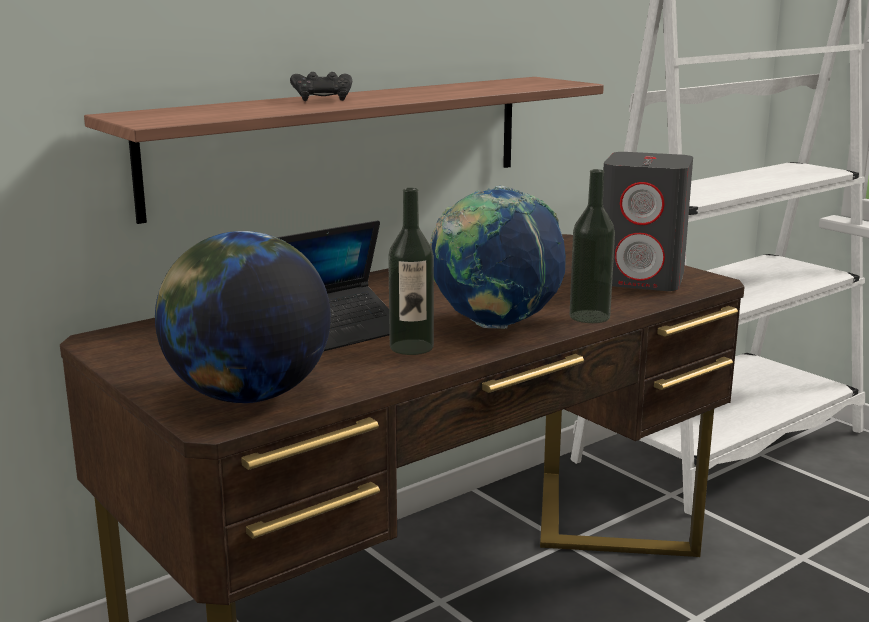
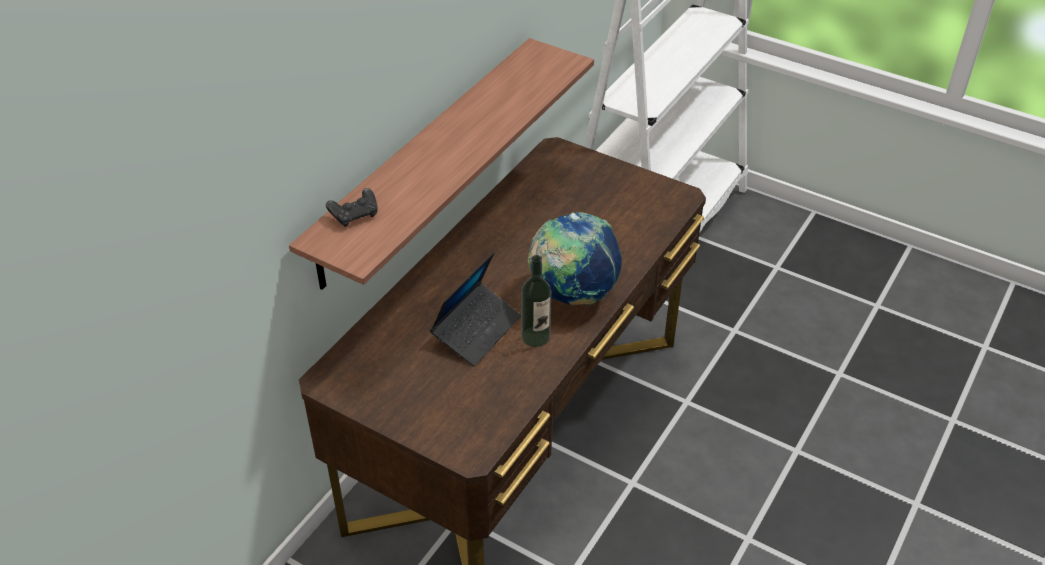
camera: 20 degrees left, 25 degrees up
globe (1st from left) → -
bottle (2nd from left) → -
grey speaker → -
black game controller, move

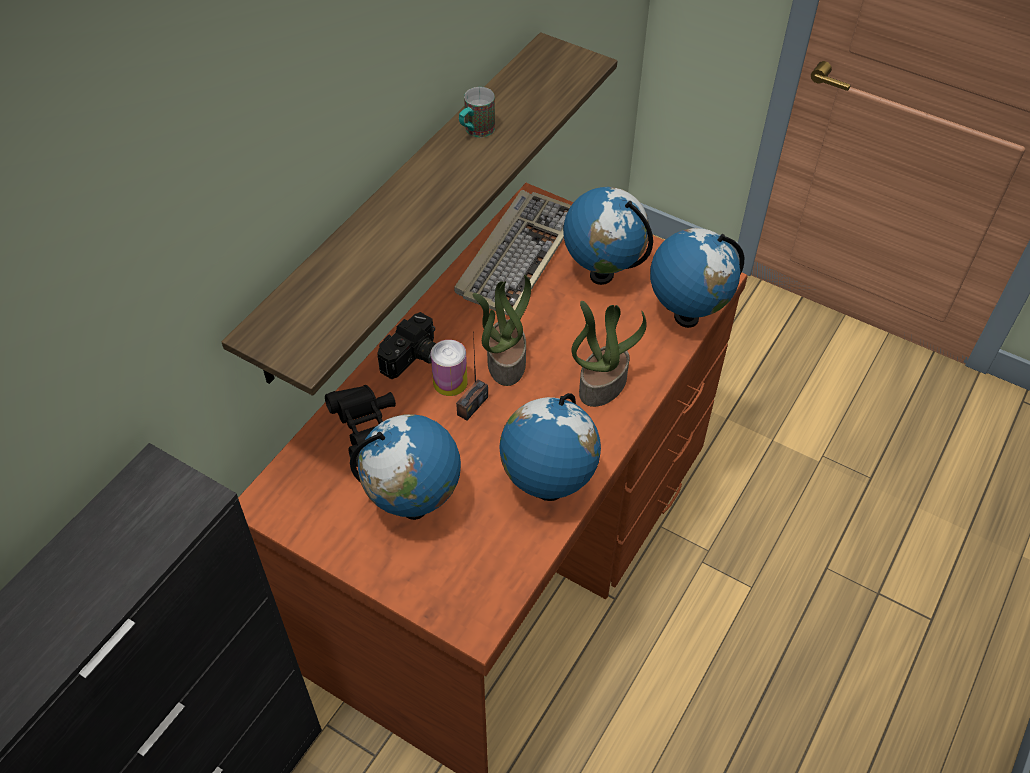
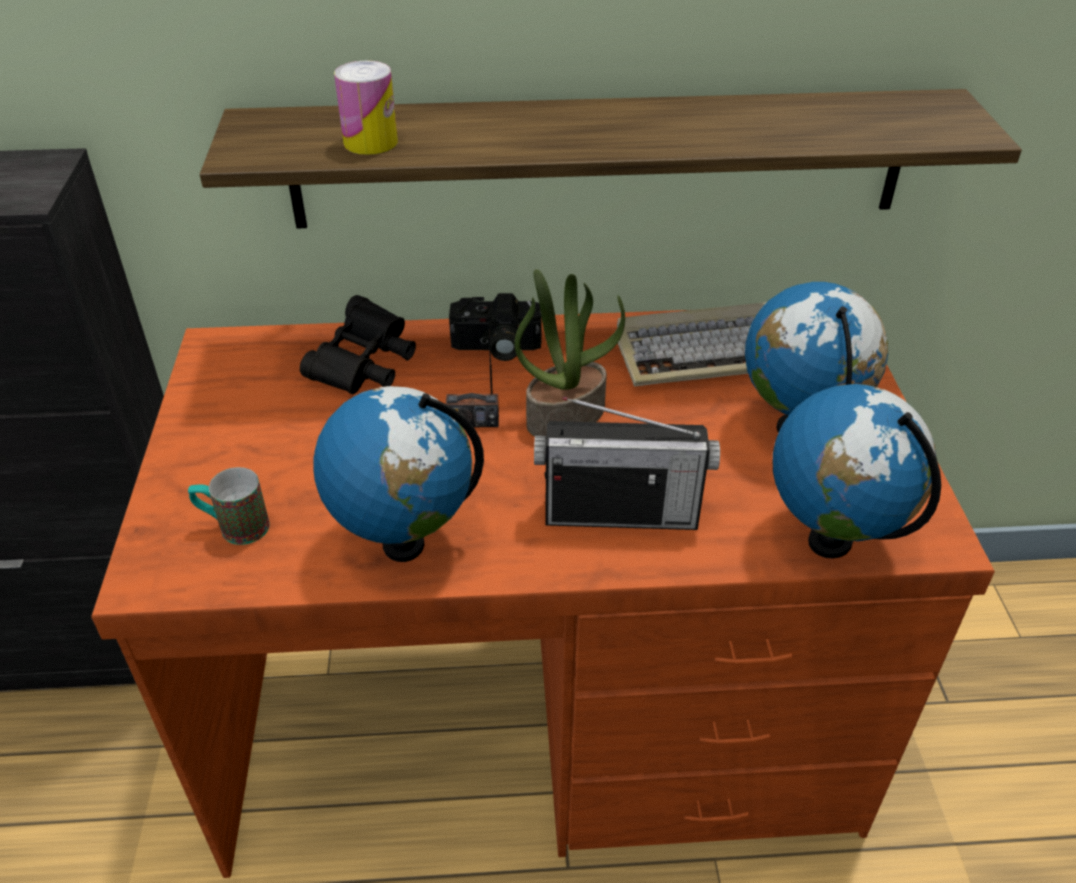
camera: 55 degrees right, 10 degrees down
globe (1st from left) → -
can, move
mug, move
potted plant (2nd from left) → radio (2nd from left)

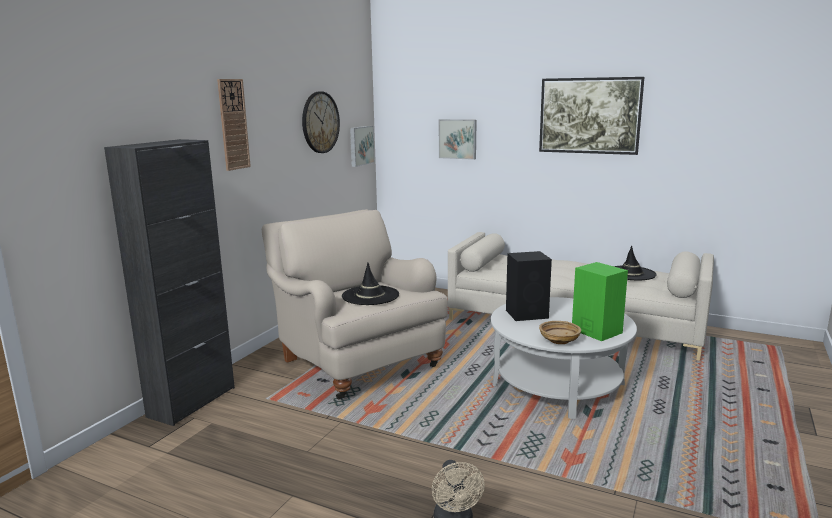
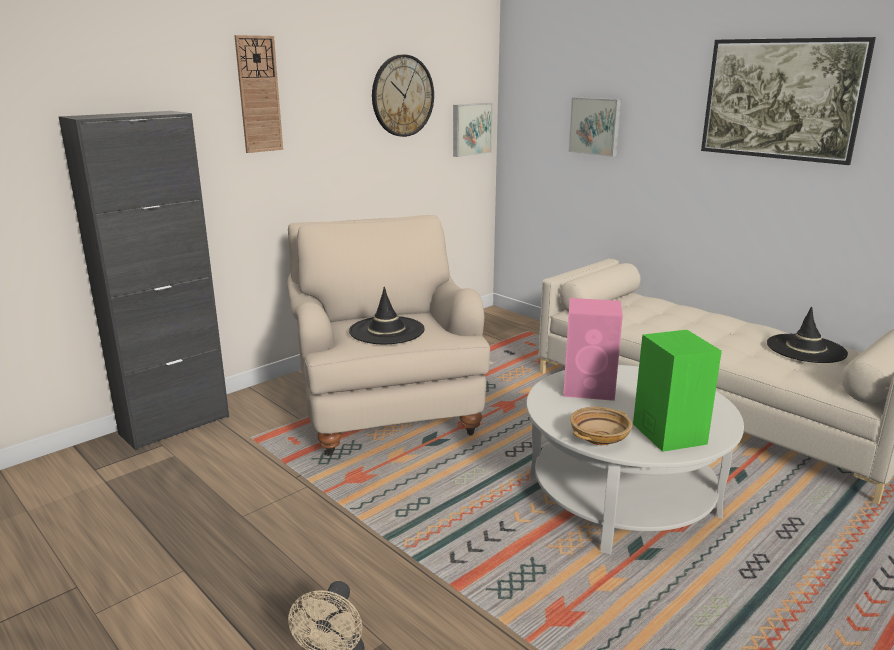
camera: 20 degrees right, 5 degrees up
black speaker → pink speaker

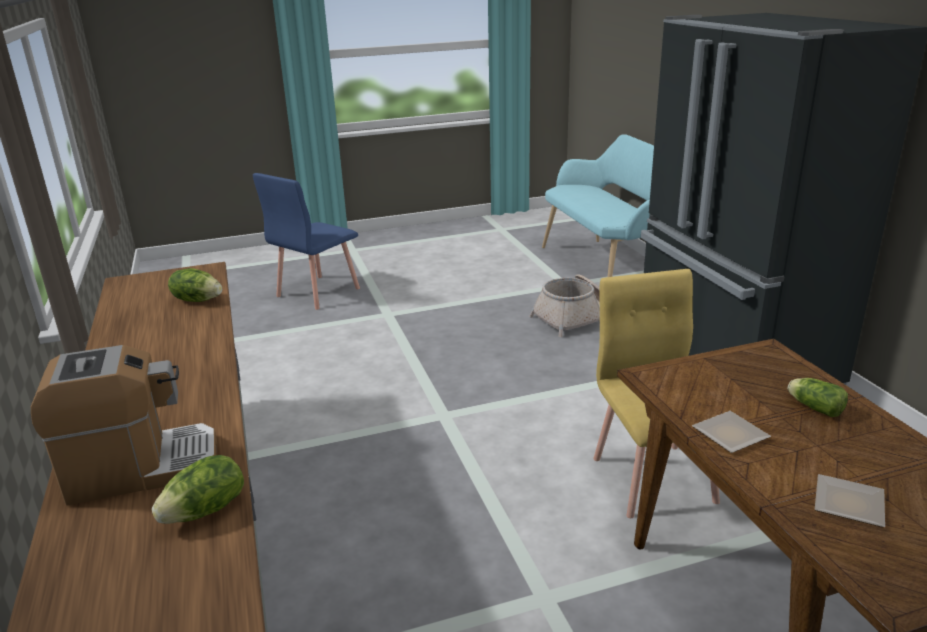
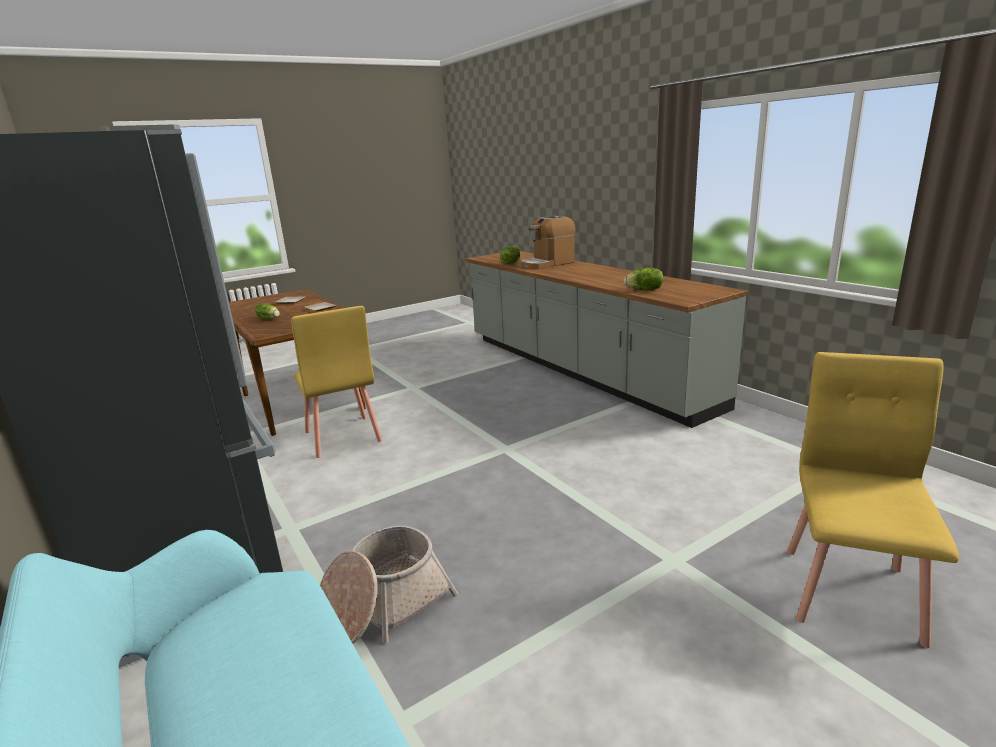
camera: 165 degrees right, 5 degrees down
blue chair → yellow chair (2nd from left)

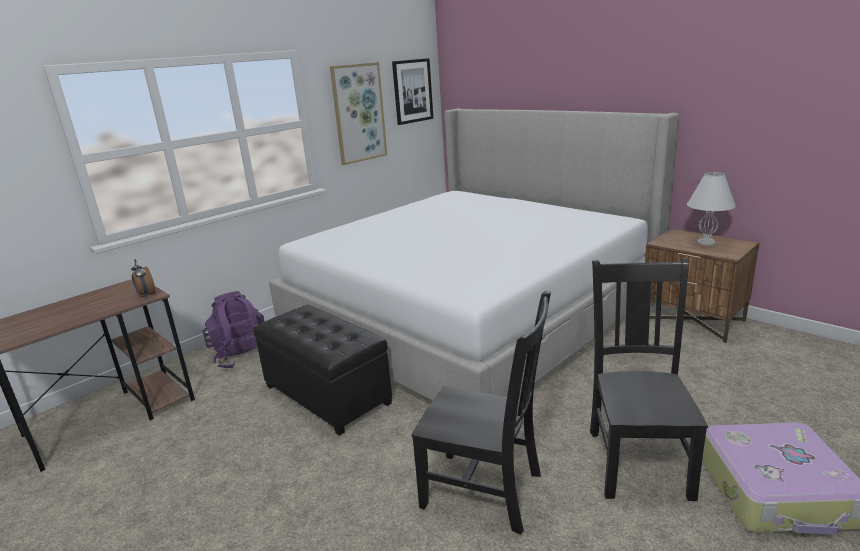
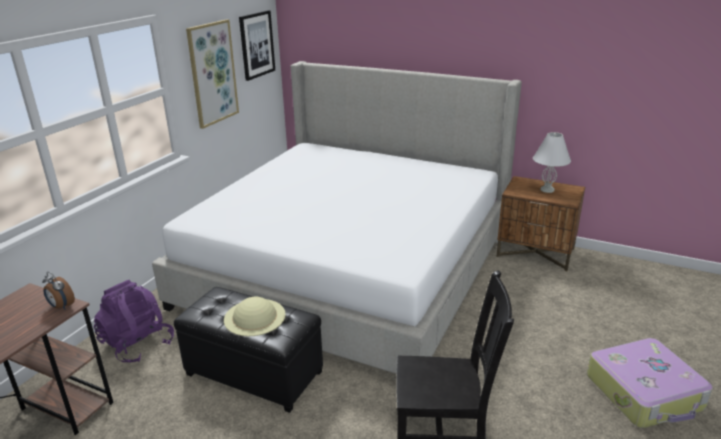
camera: 20 degrees left, 5 degrees up
black chair (2nd from left) → -
- → beige hat

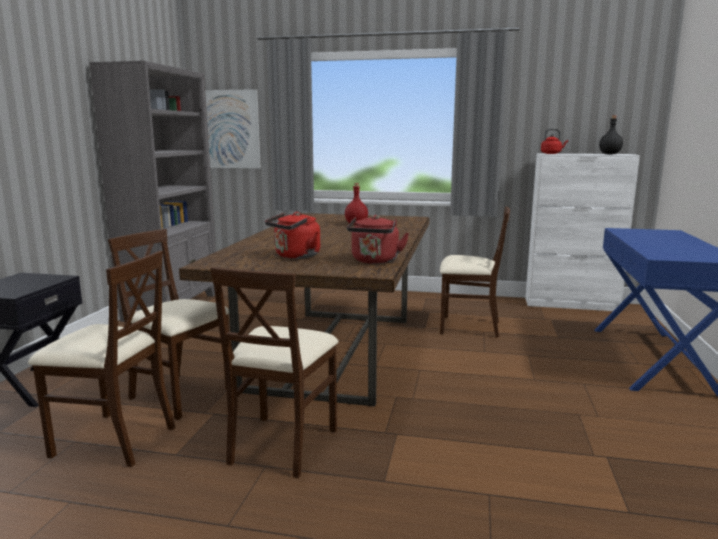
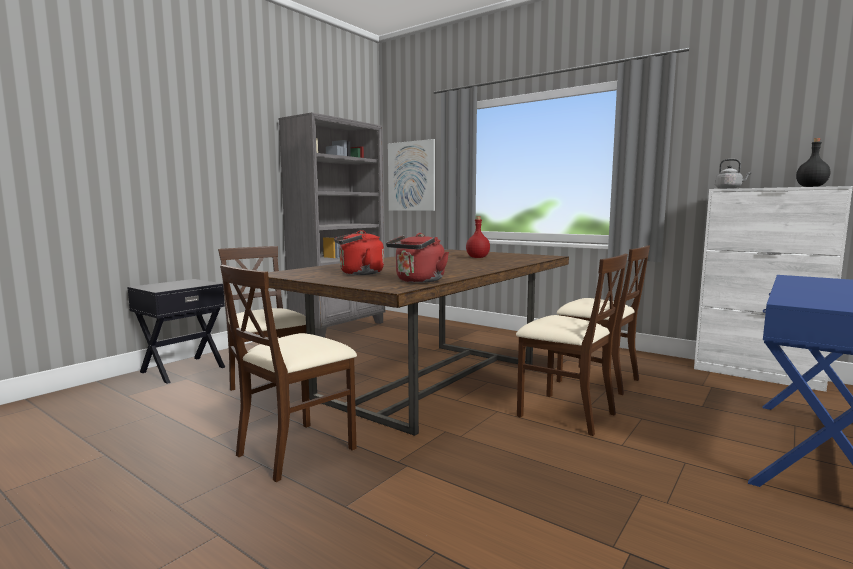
camera: 25 degrees right, 5 degrees down
beige chair (1st from left in the first image) → beige chair (3rd from left), move
red kettle (3rd from left) → grey kettle

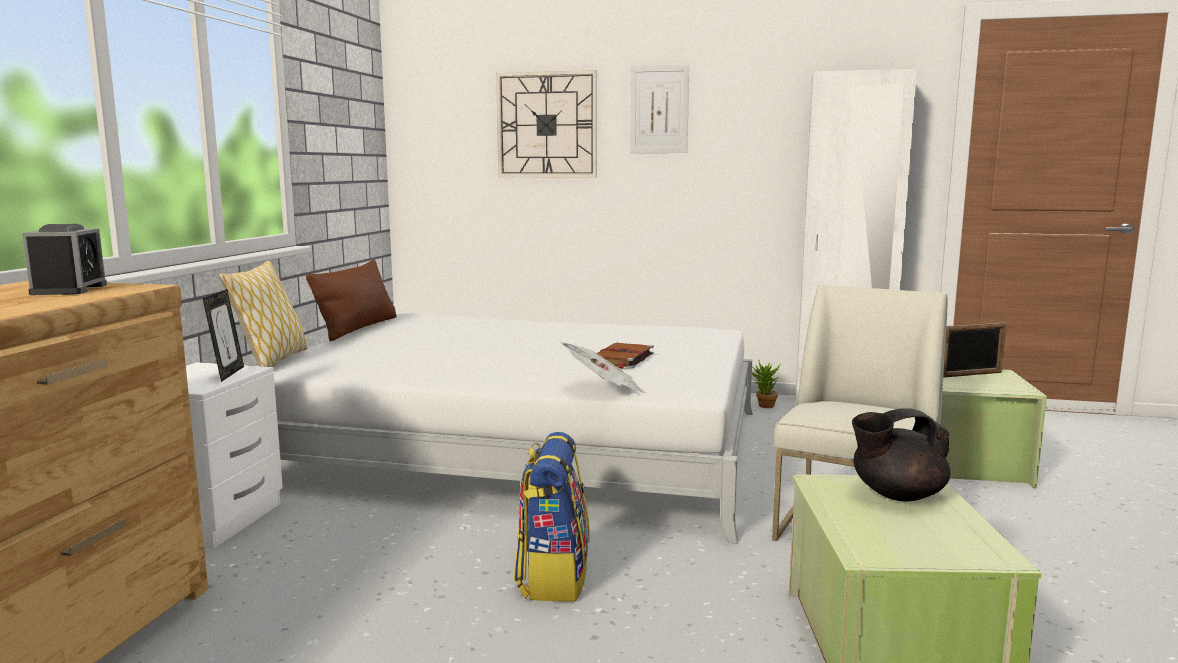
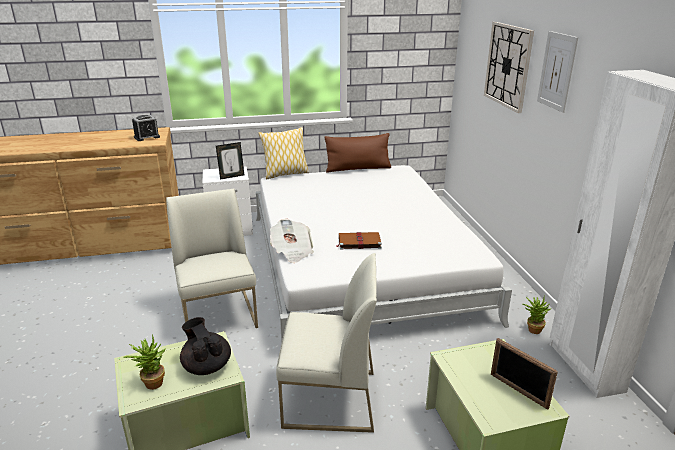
camera: 65 degrees right, 15 degrees up
- → potted plant (1st from left)
backpack → white chair (1st from left)

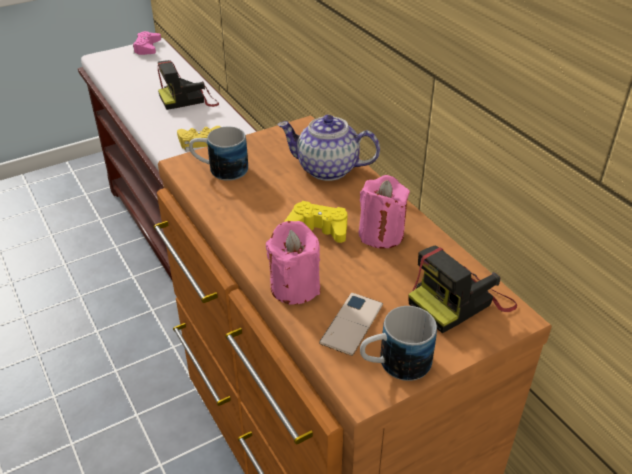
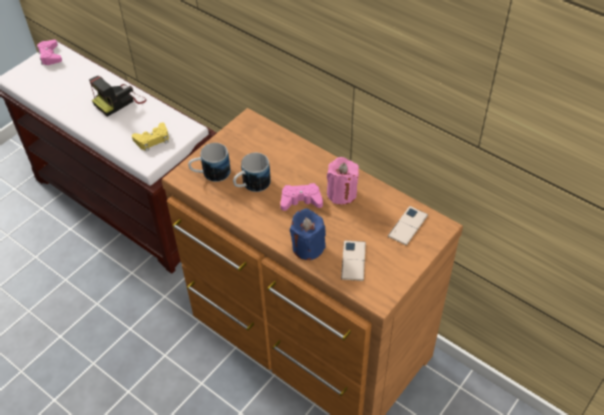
camera: 20 degrees left, 10 degrees up
teapot → -
mug (2nd from left), move
photo camera (2nd from left) → phone (2nd from left)
pink candle (1st from left) → blue candle
yellow game controller (2nd from left) → pink game controller (2nd from left)

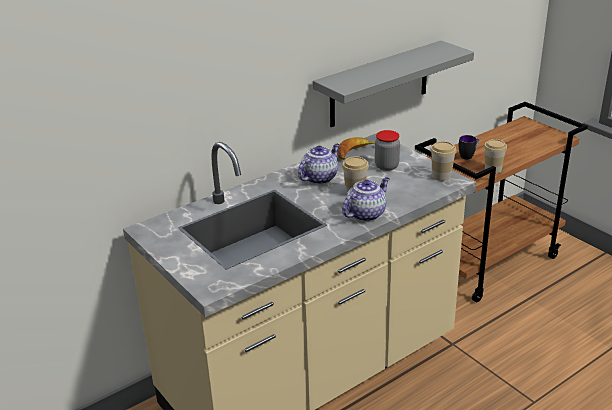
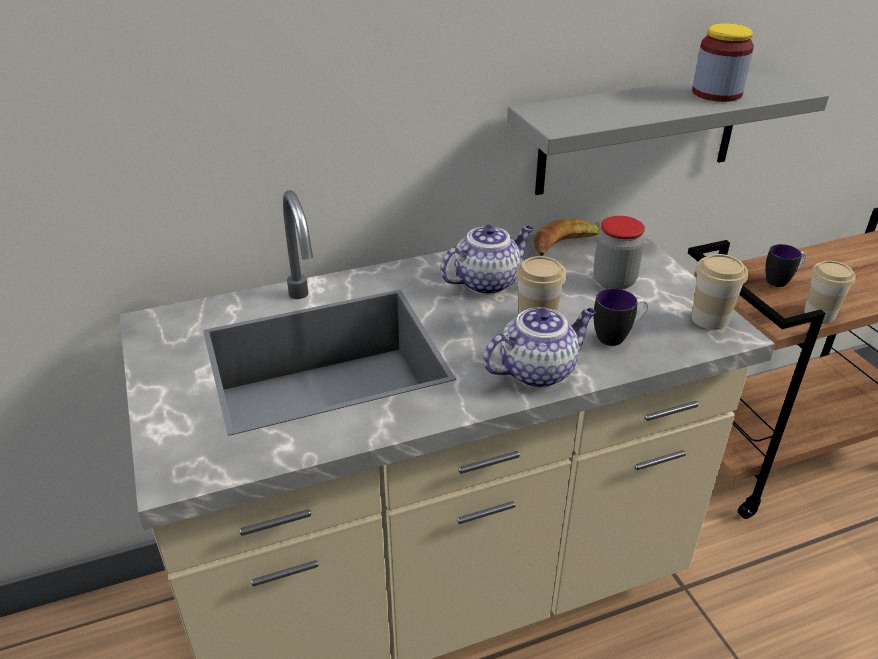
camera: 15 degrees right, 5 degrees up
- → mug (1st from left)
- → jar (2nd from left)

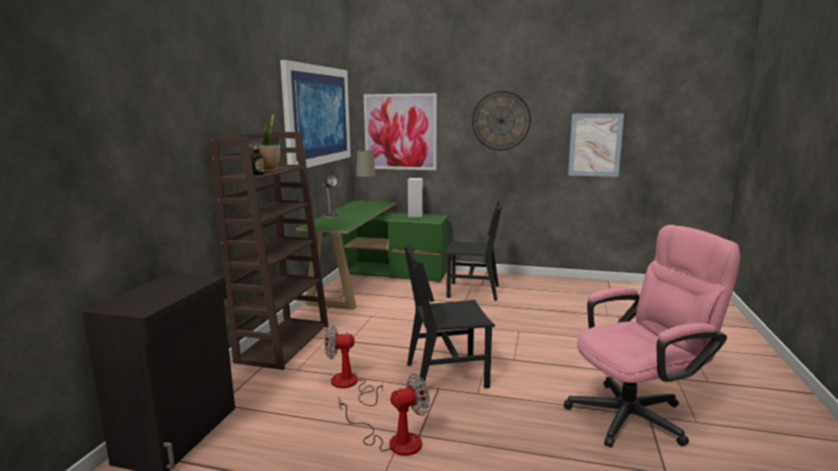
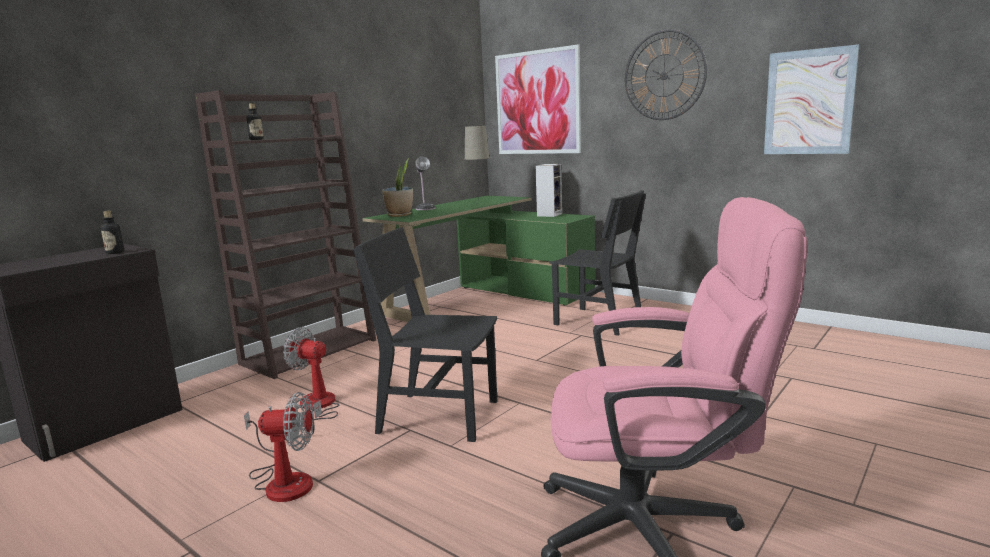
camera: 25 degrees right, 0 degrees up
picture (1st from left) → -
- → bottle (1st from left)
potted plant, move

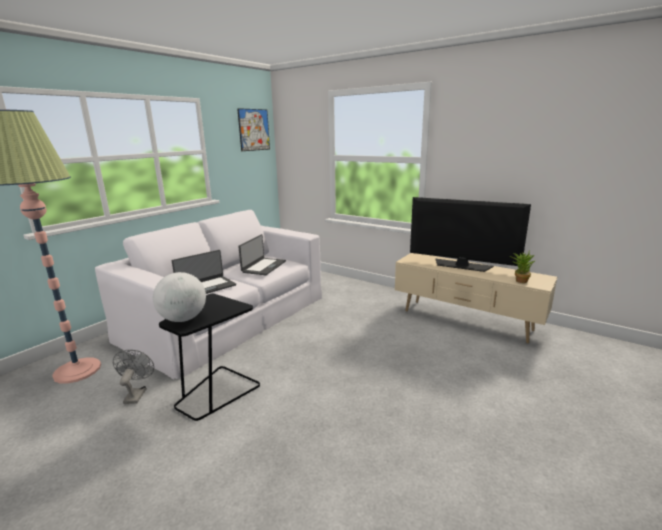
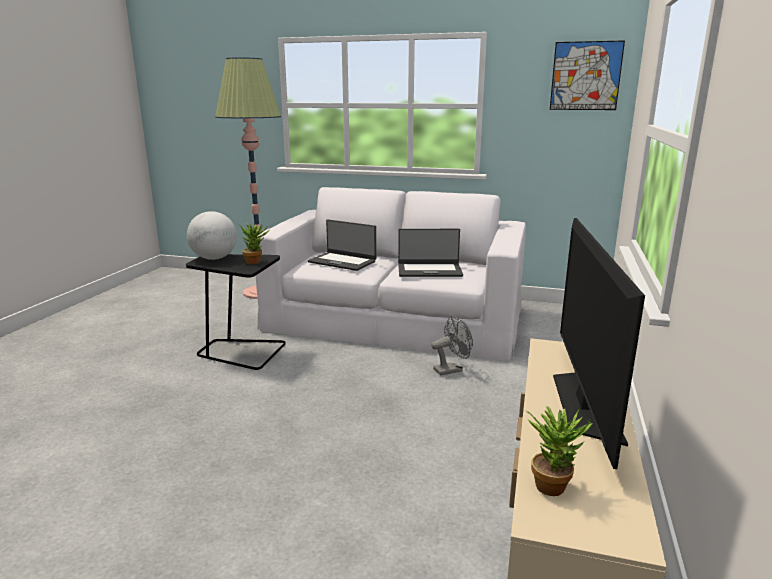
camera: 70 degrees right, 0 degrees up
- → potted plant (1st from left)
grey fan, move

